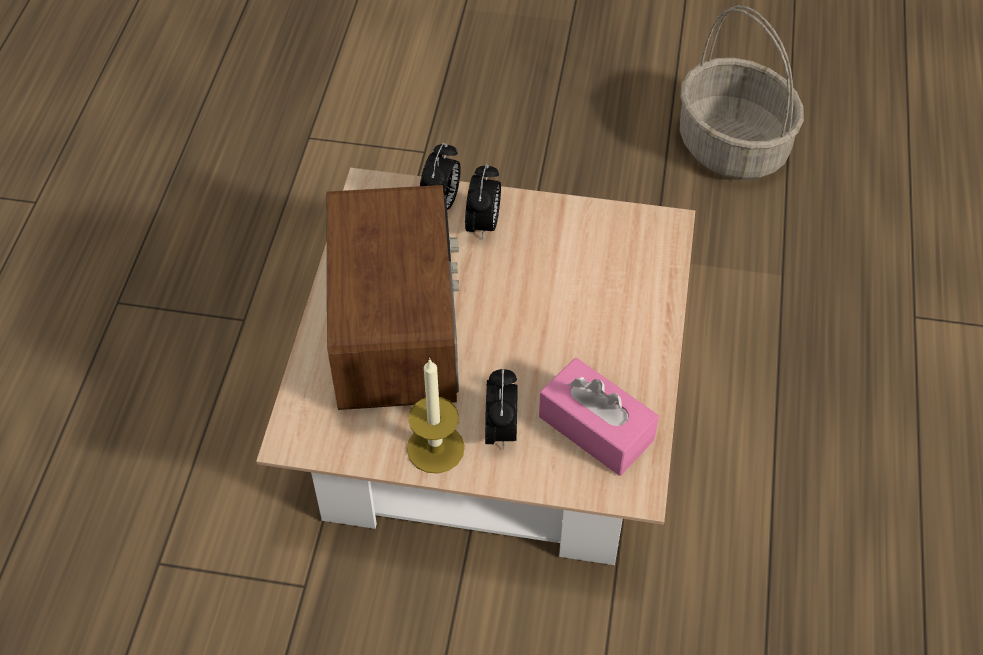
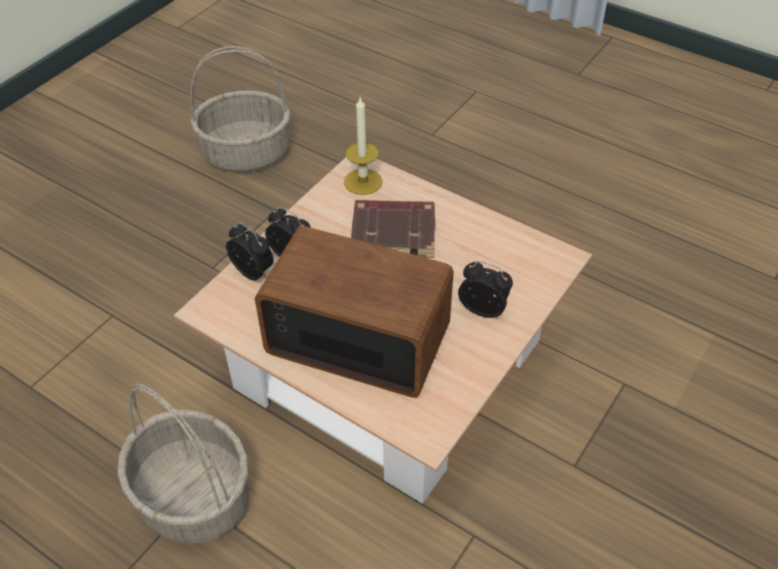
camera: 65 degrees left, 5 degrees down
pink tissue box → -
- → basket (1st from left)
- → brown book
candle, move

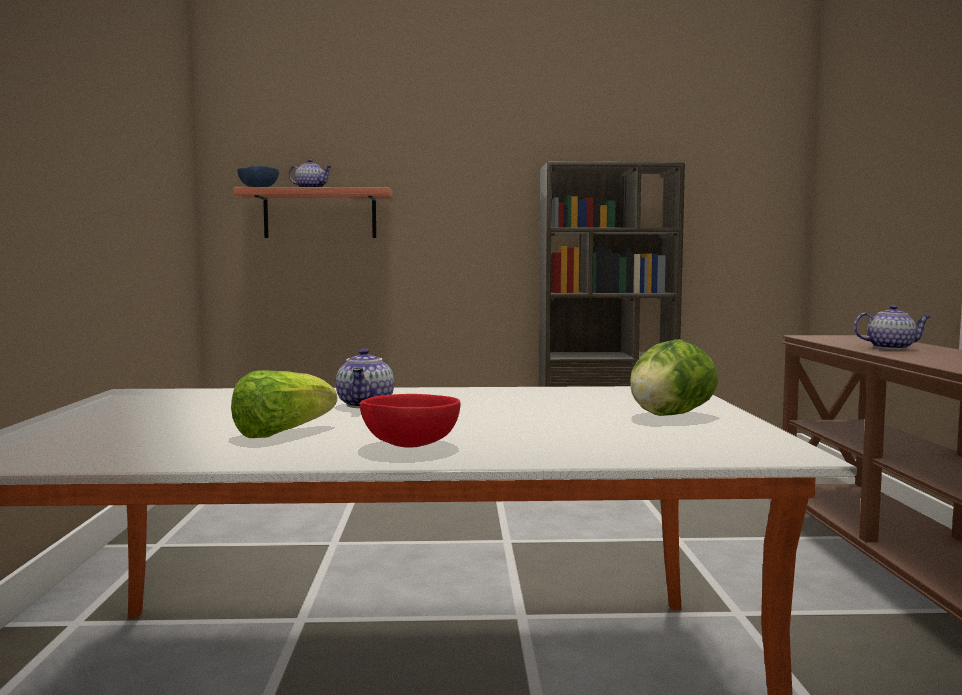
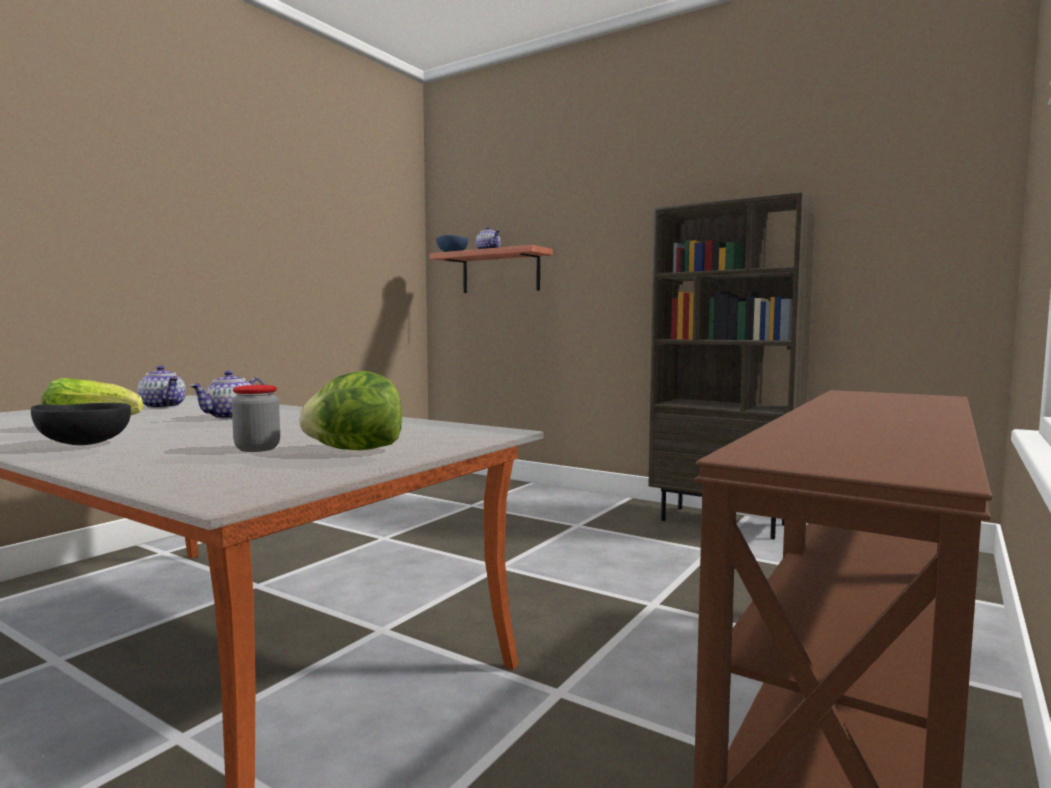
camera: 35 degrees right, 0 degrees up
- → jar
teapot (3rd from left in the first image) → teapot (1st from left), move
red bowl → black bowl

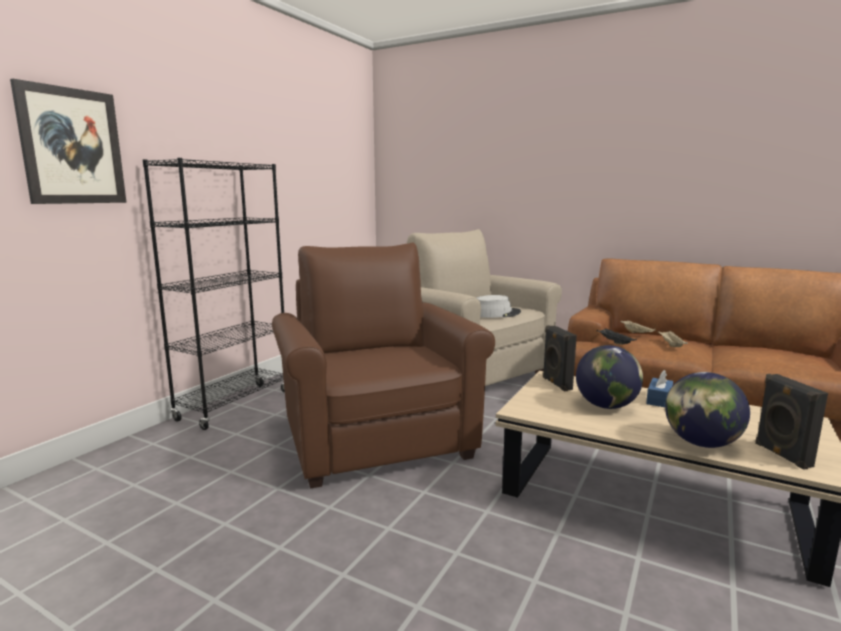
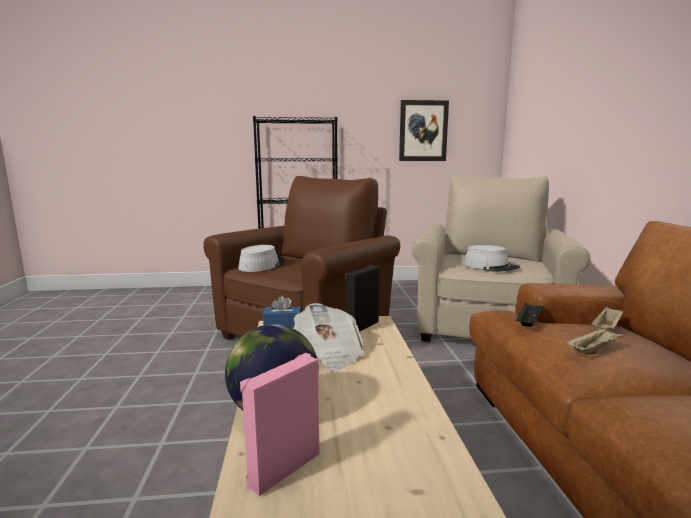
camera: 55 degrees right, 0 degrees up
- → grey hat (1st from left)
picture, move
blue tissue box, move
globe (1st from left) → newspaper
black speaker (2nd from left) → pink speaker

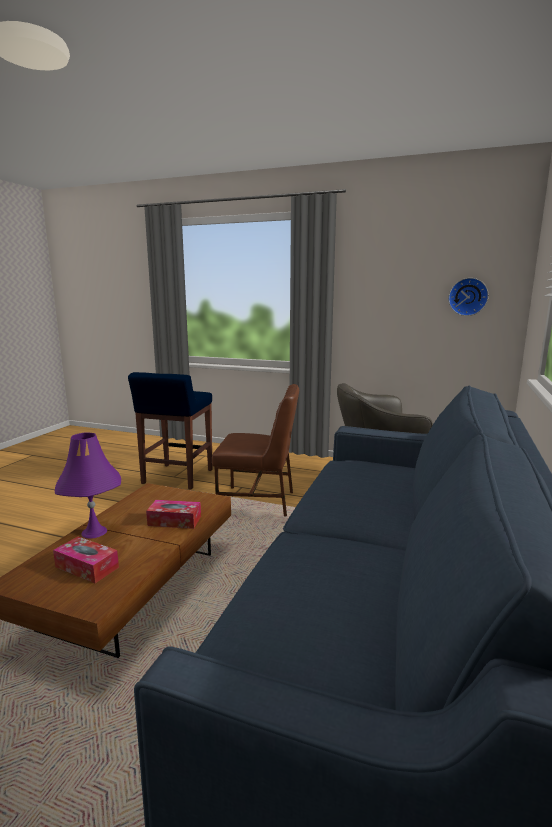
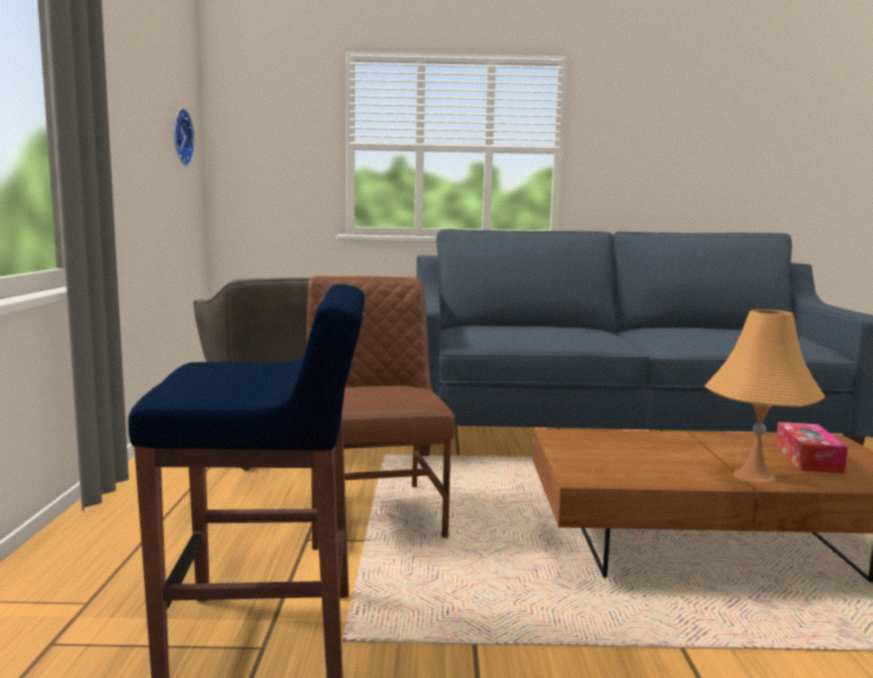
camera: 110 degrees left, 5 degrees down
tissue box (2nd from left) → -
purple table lamp → orange table lamp

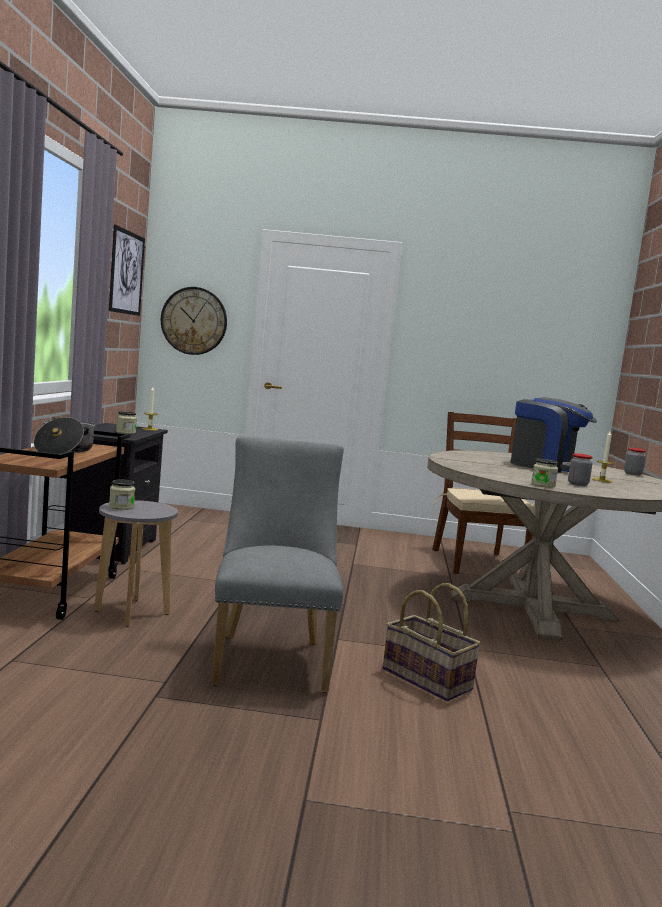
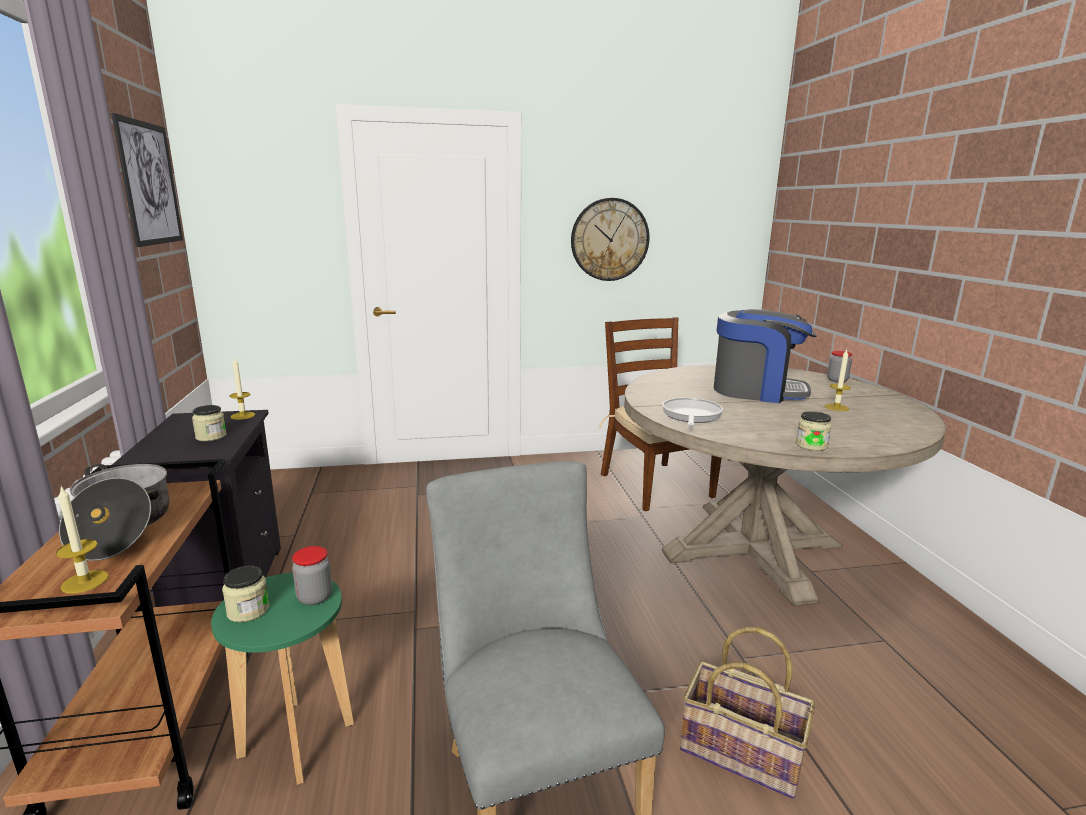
camera: 15 degrees left, 10 degrees up
- → candle (1st from left)
- → frying pan
wall clock, move
jar (4th from left in the first image) → jar (3rd from left), move
grey stool → green stool

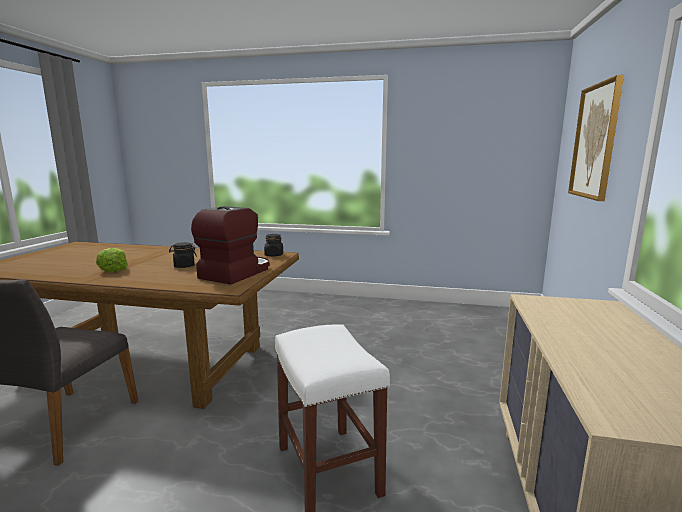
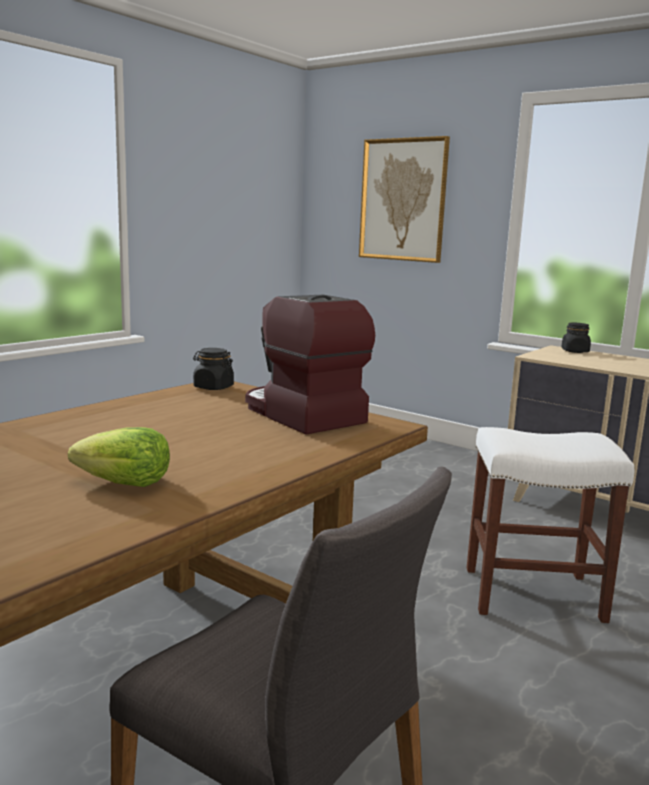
camera: 65 degrees left, 0 degrees up
black jar (1st from left in the first image) → black jar (2nd from left), move

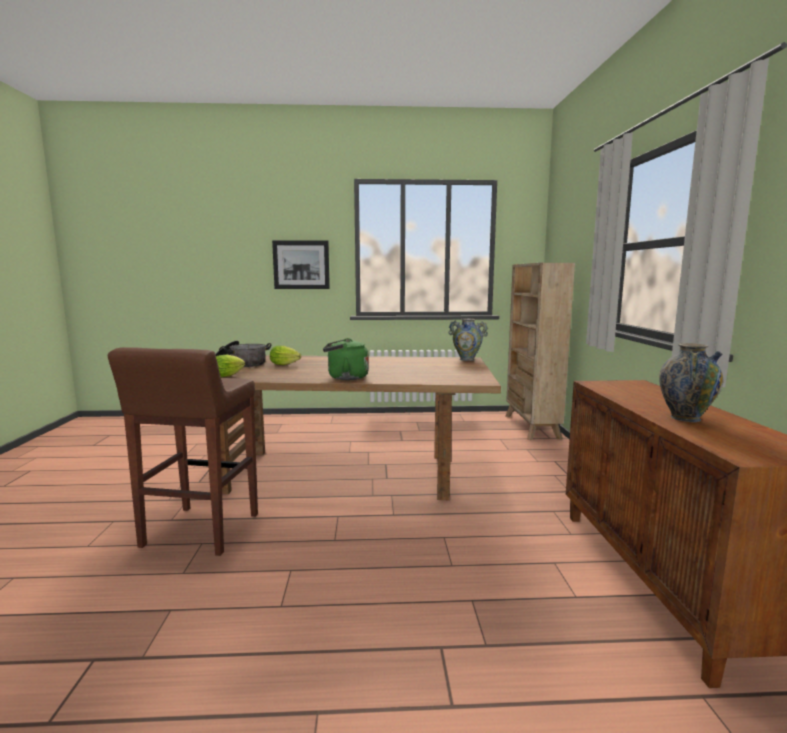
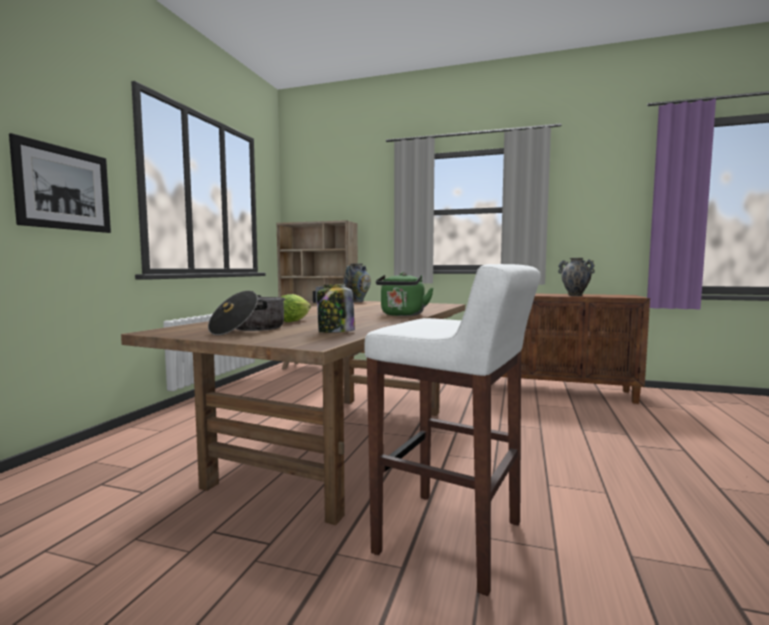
camera: 70 degrees left, 5 degrees down
lettuce (1st from left) → jar
brown stool → white stool

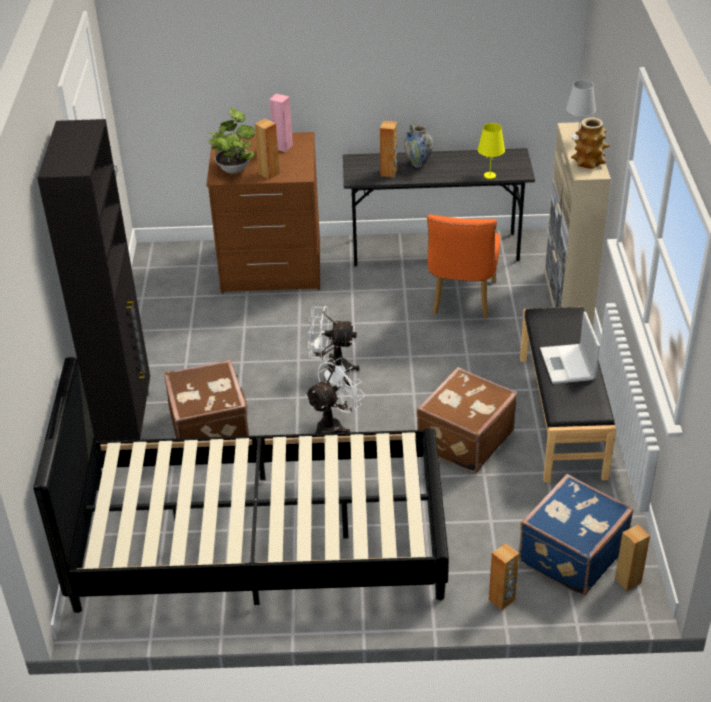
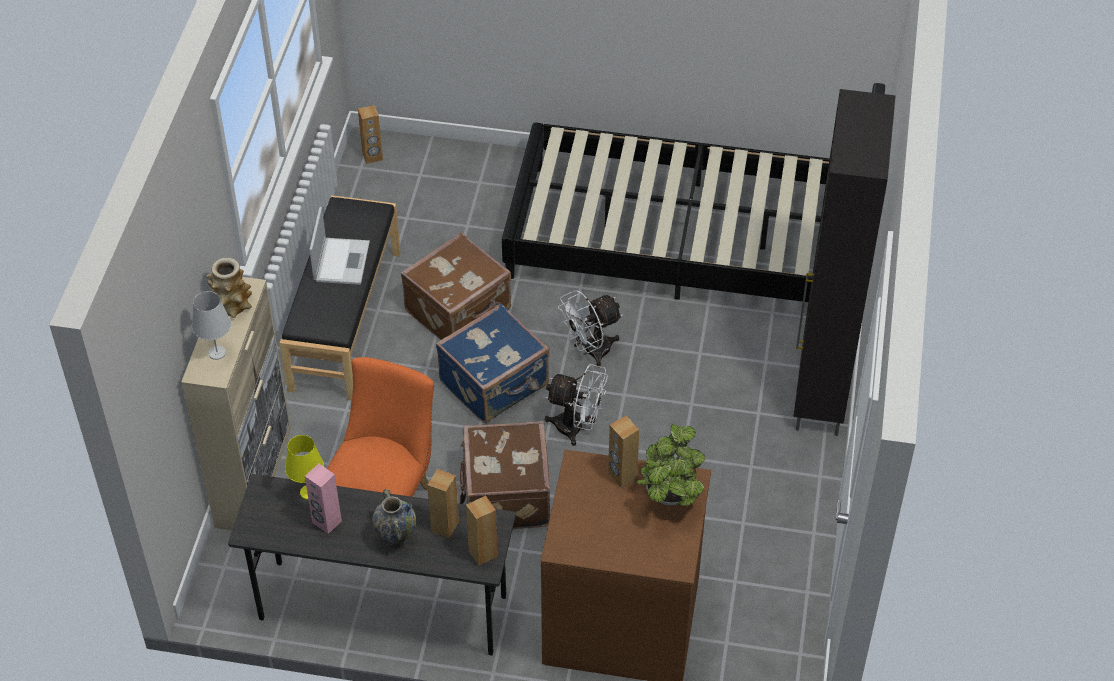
camera: 170 degrees left, 10 degrees up
brown suitcase (1st from left in the first image) → brown suitcase (2nd from left), move
pink speaker, move
brown speaker (3rd from left), move
blue suitcase, move

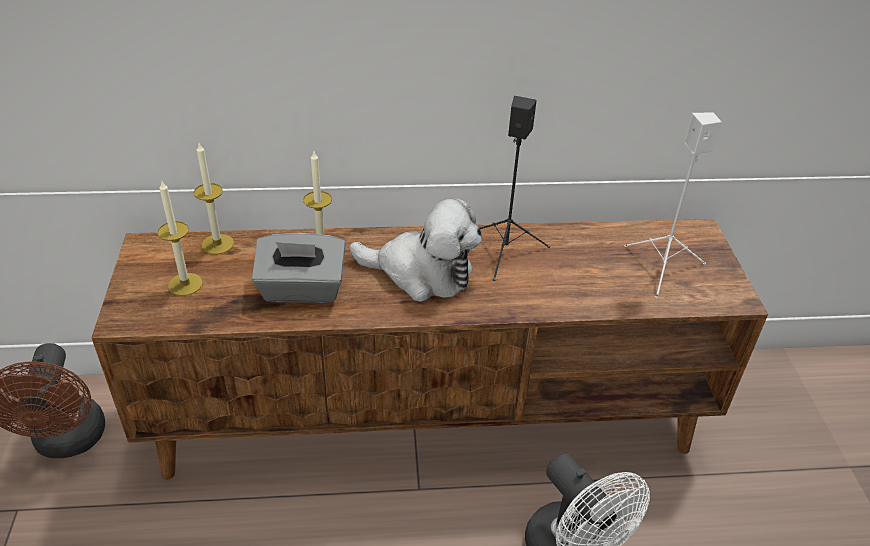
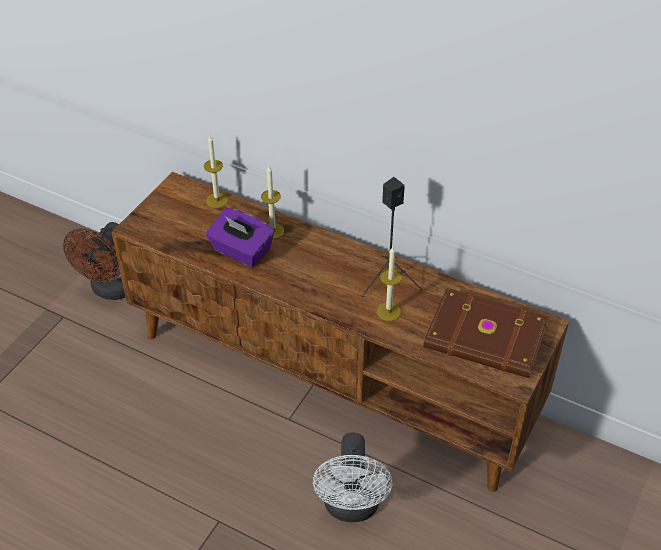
camera: 35 degrees right, 5 degrees up
plush toy → -
candle (1st from left in the first image) → candle (3rd from left), move
white speaker → brown book
grey tissue box → purple tissue box

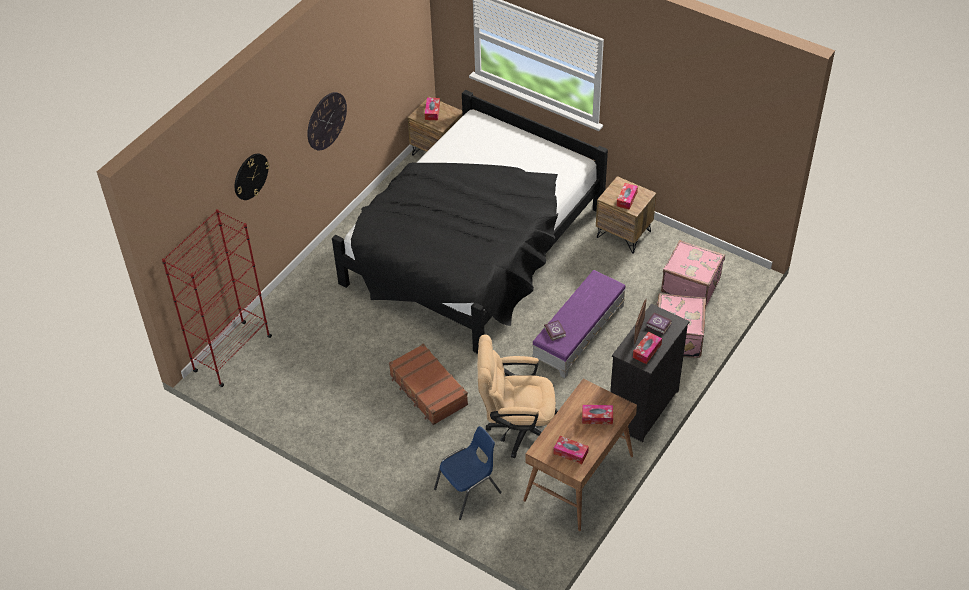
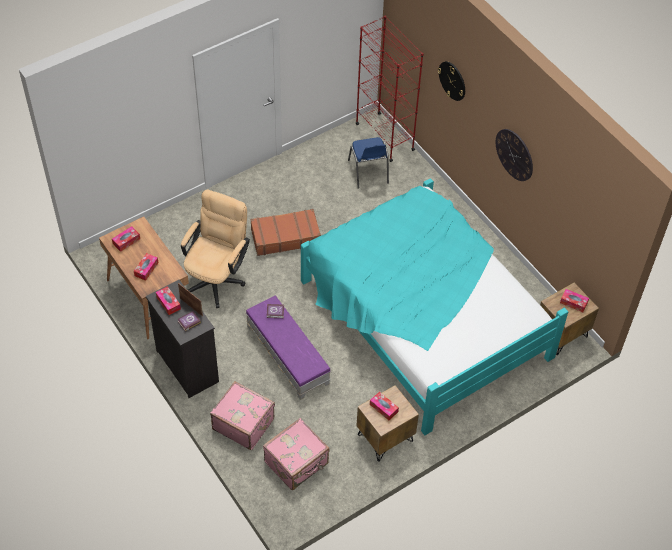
camera: 110 degrees right, 5 degrees up
blue chair, move
black bed → turquoise bed

